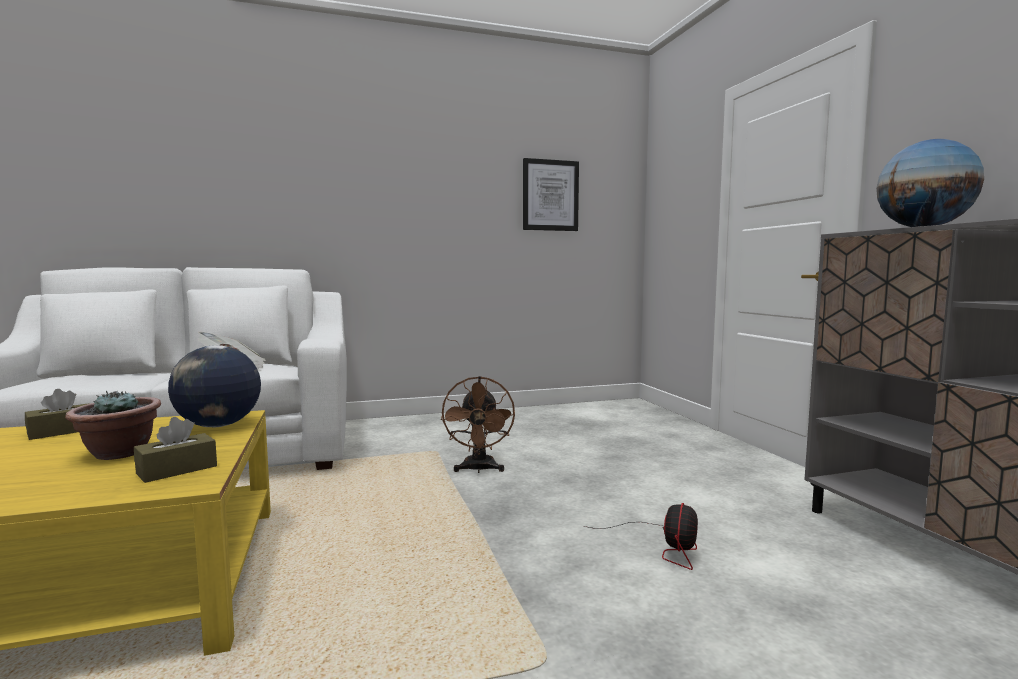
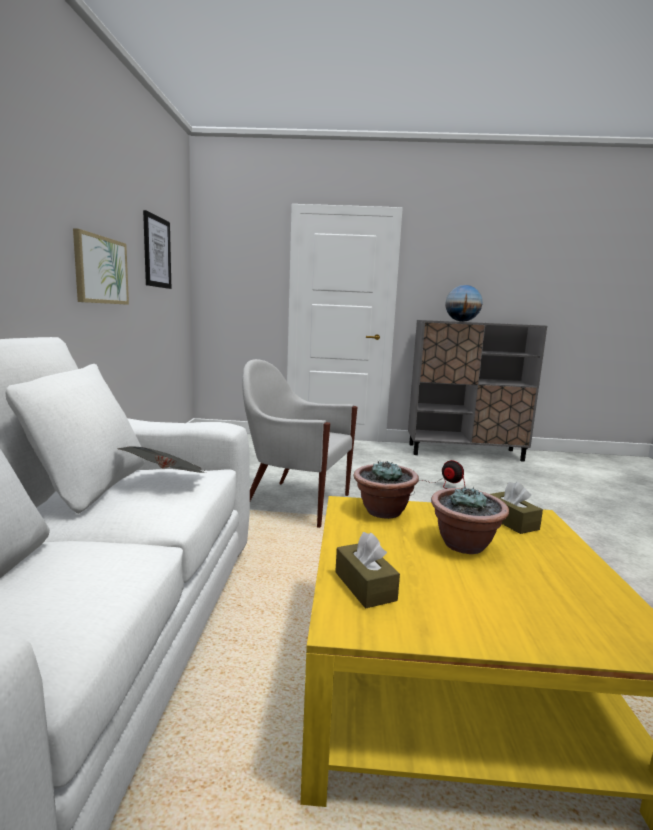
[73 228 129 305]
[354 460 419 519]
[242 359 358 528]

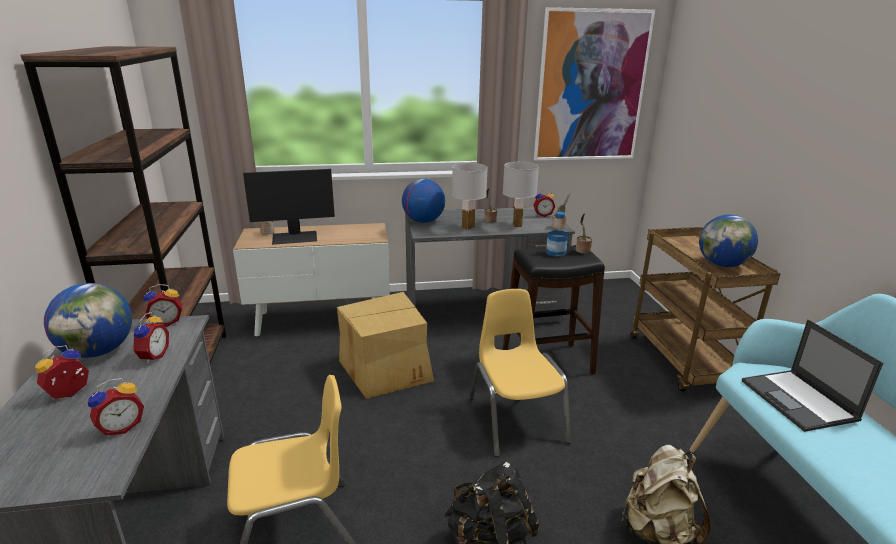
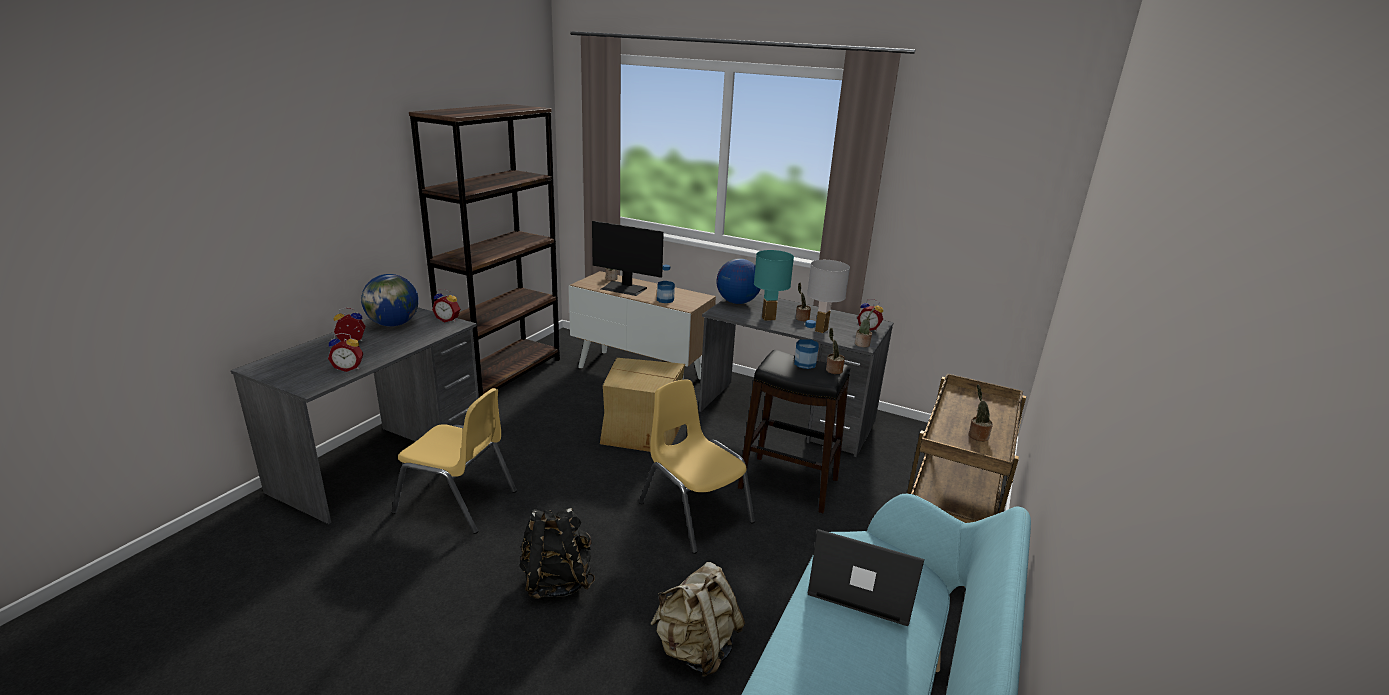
[133 312 169 364] (first image)
[534 7 655 160] (first image)
[657 265 675 303]
[969 384 993 442]
[754 250 794 321]
[639 379 755 554]
[808 529 924 626]

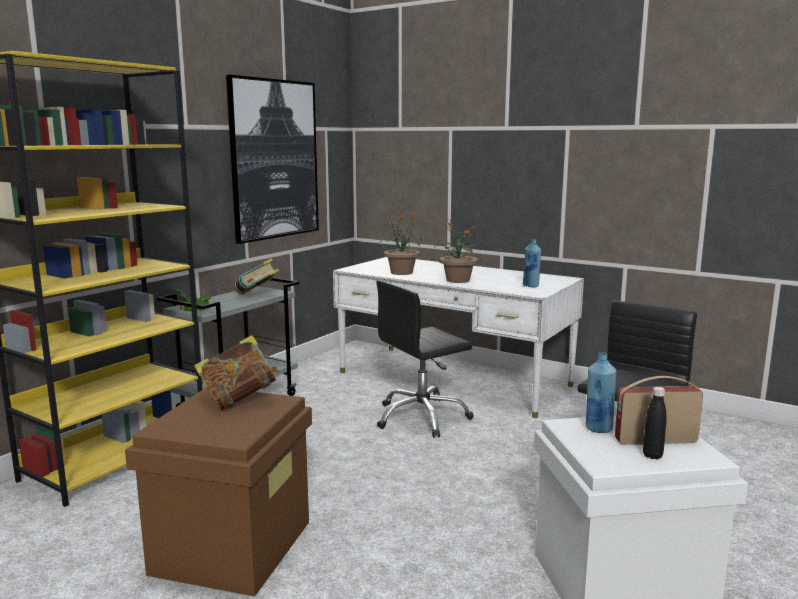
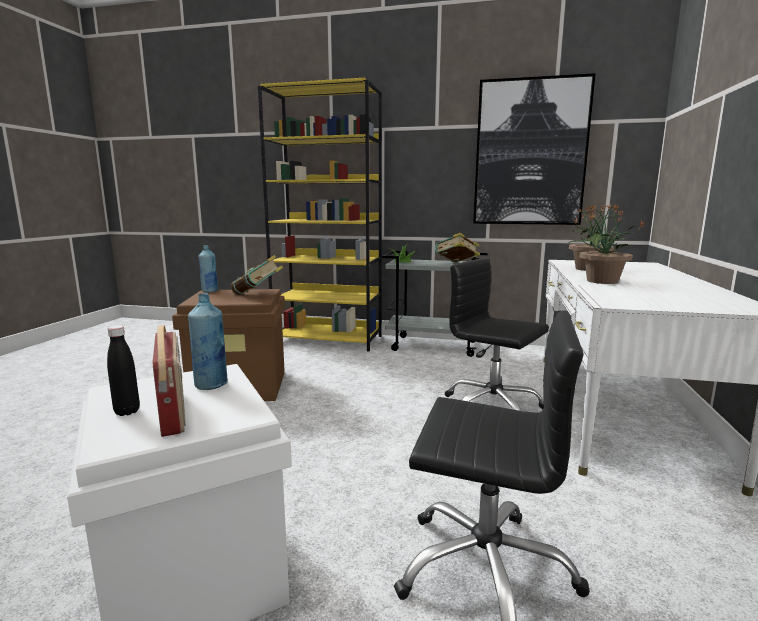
[198 245 218 293]

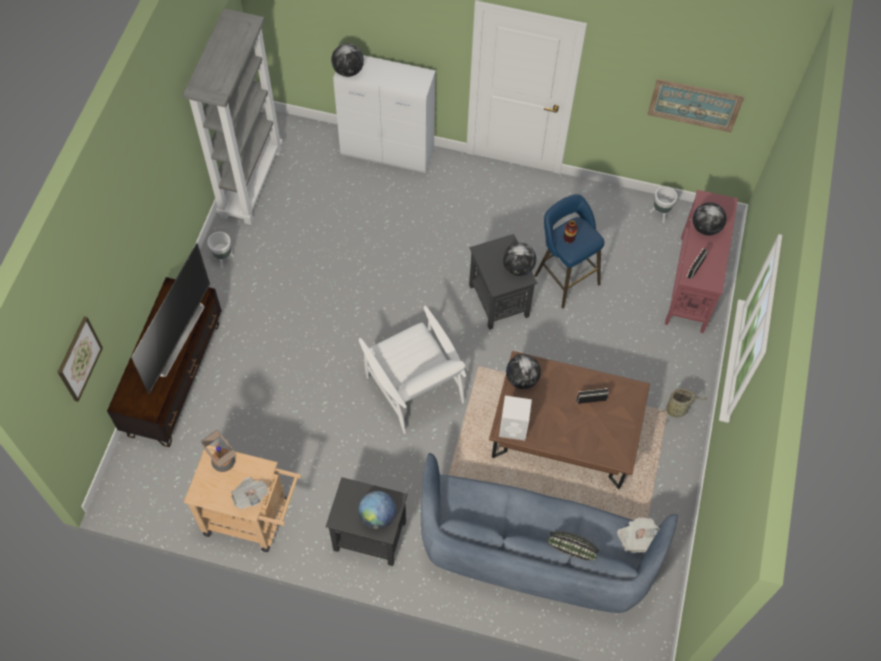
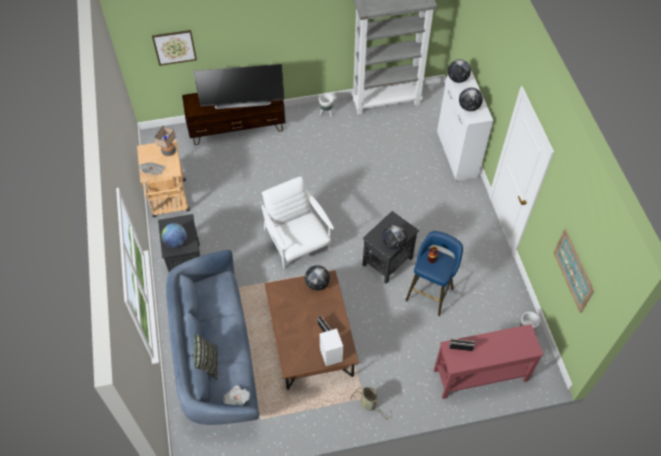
[320 329 343 366]
[459 88 483 111]
[262 176 334 269]

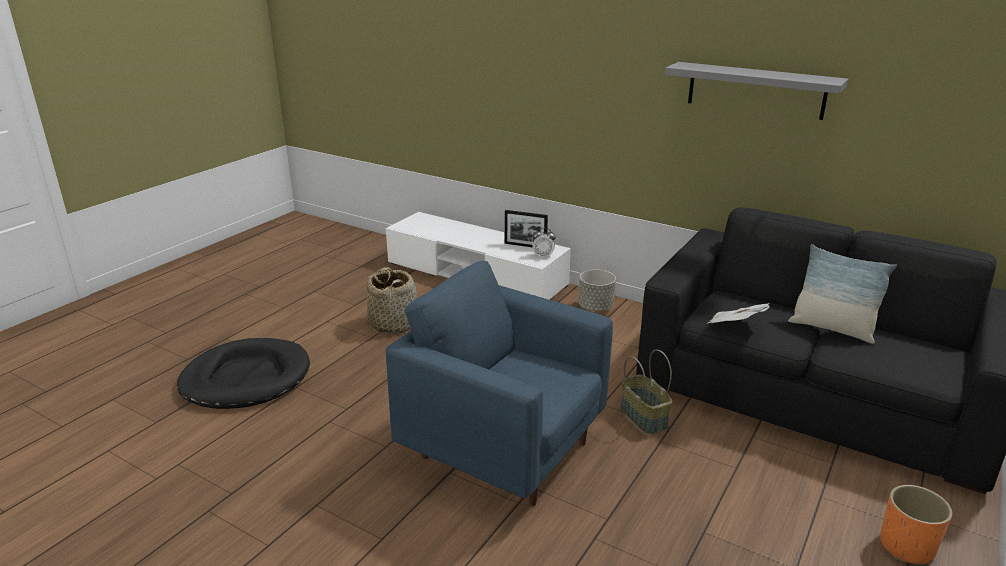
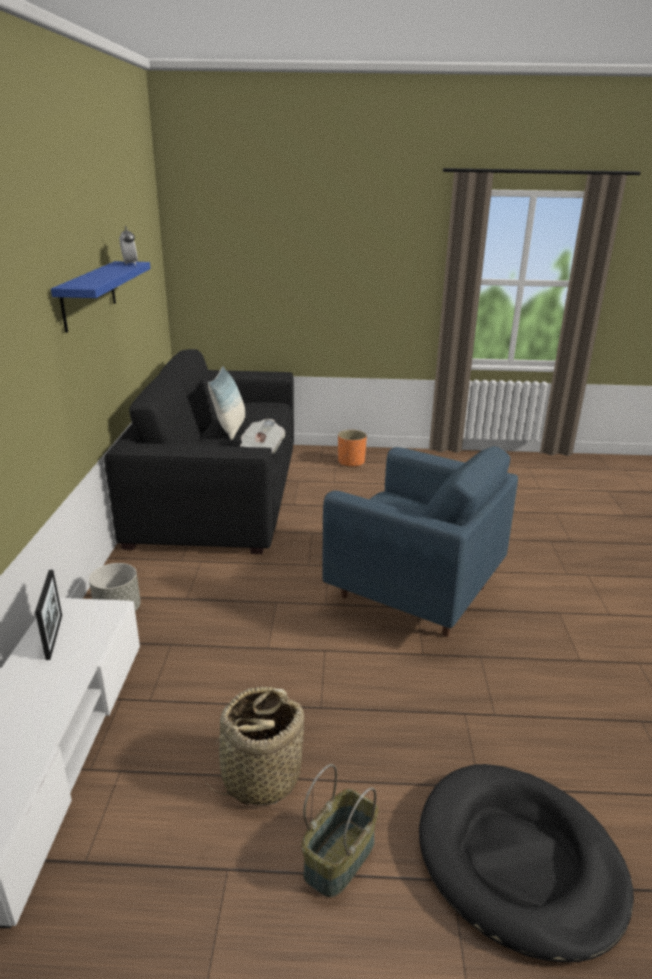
[119 226 138 266]
[301 764 378 898]
[51 261 151 333]
[323 446 518 637]

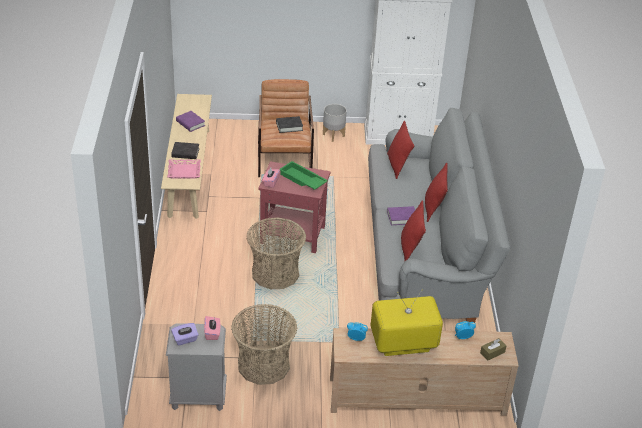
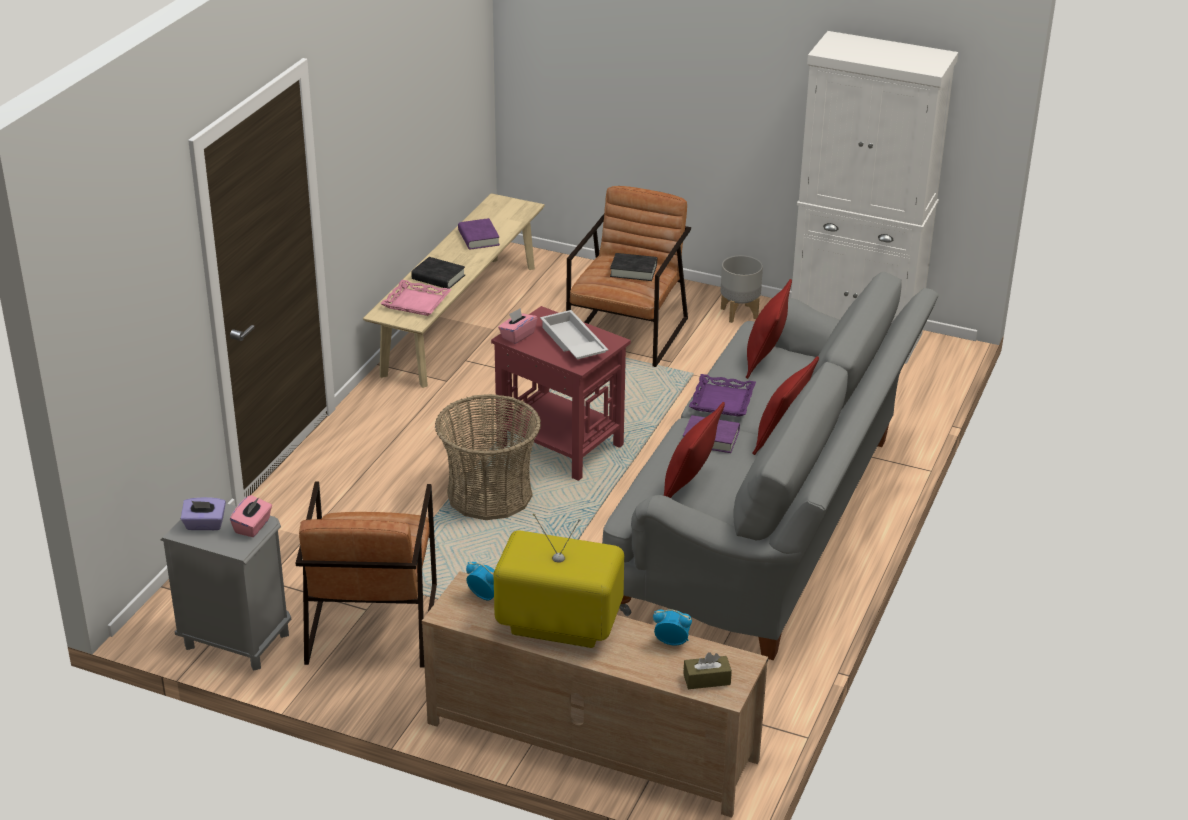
[689 374 756 417]
[296 481 437 668]
[540 310 608 359]

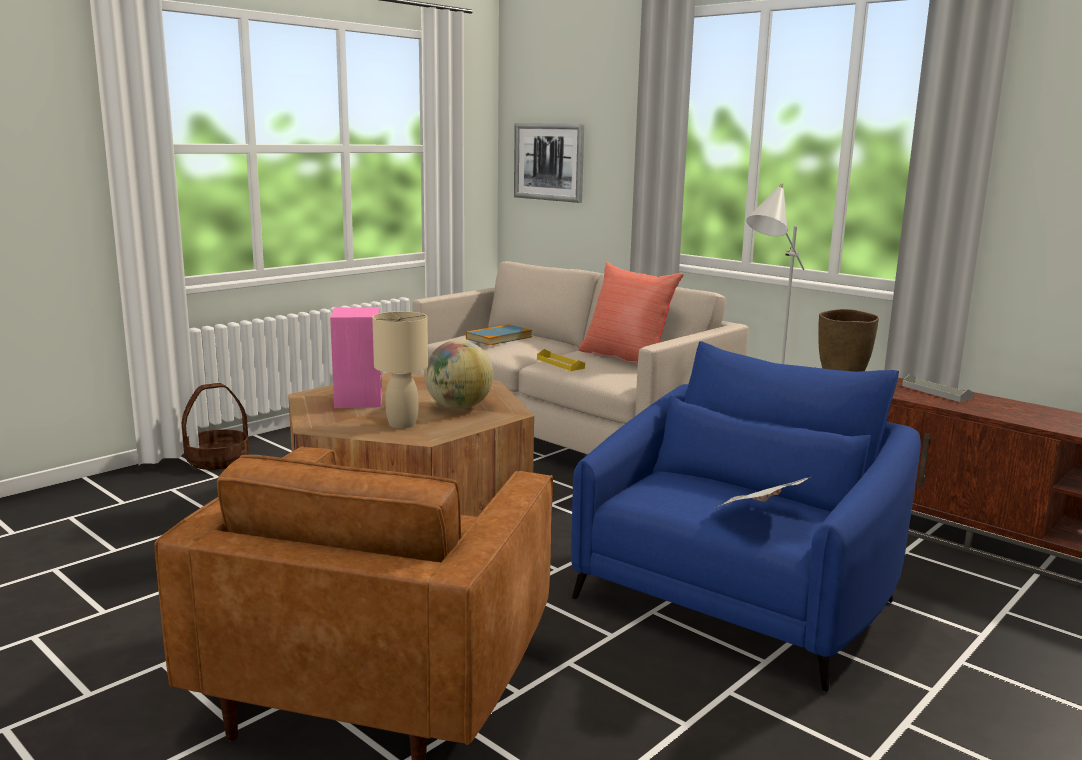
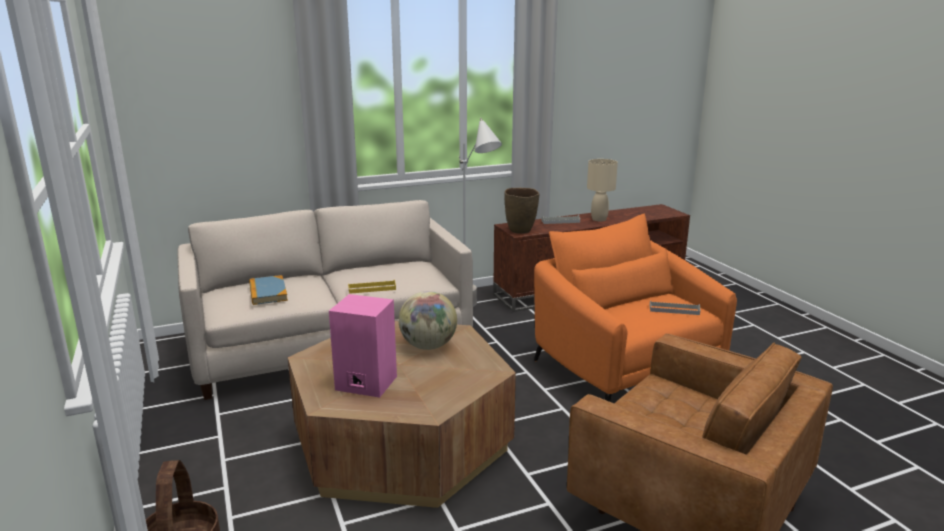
[514 123 584 203] (first image)
[579 262 684 363] (first image)
[587 159 618 221]
[649 301 700 315]
[534 213 737 402]

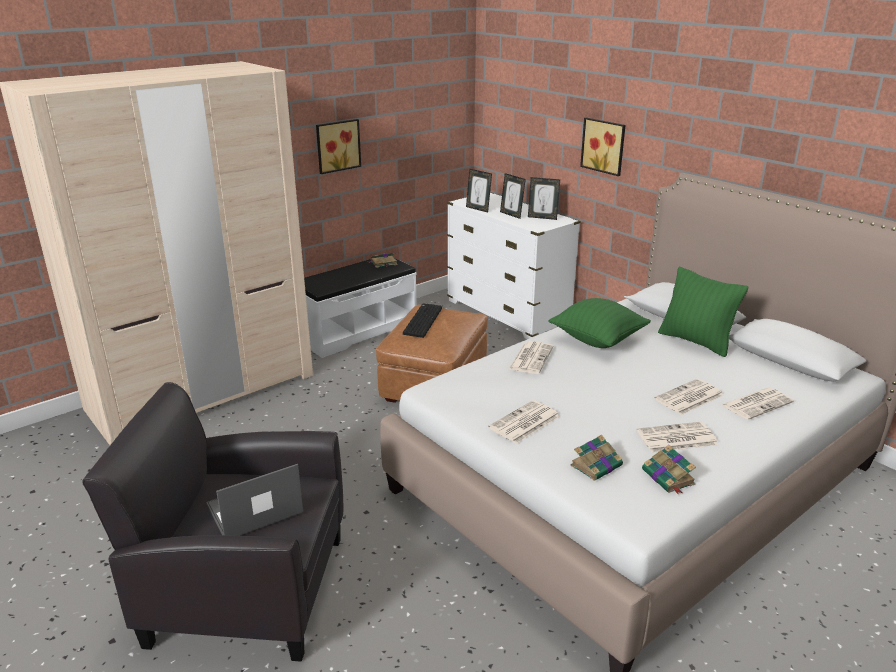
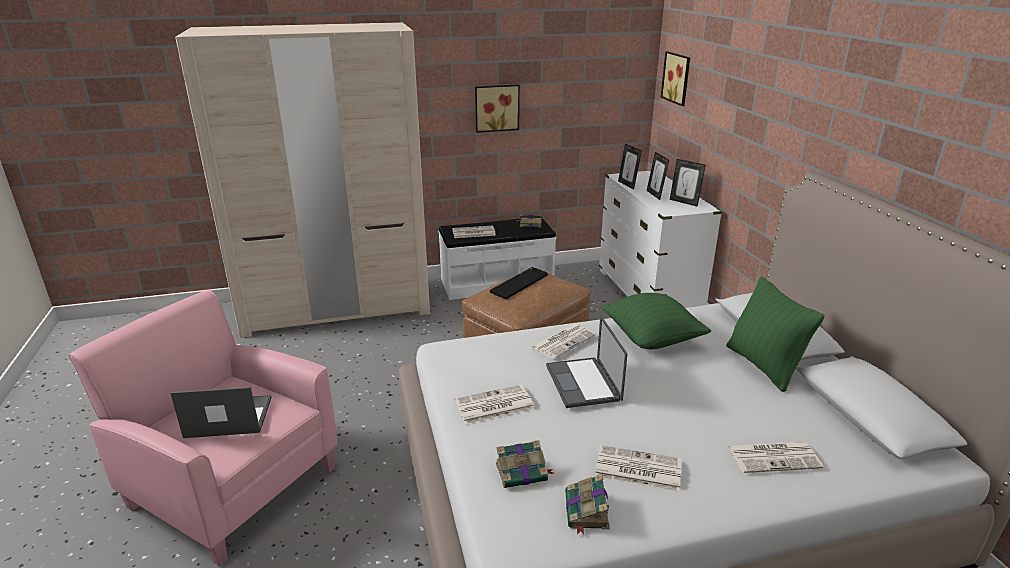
[546 316 627 408]
[661 51 690 106]
[452 226 496 238]
[69 290 337 567]

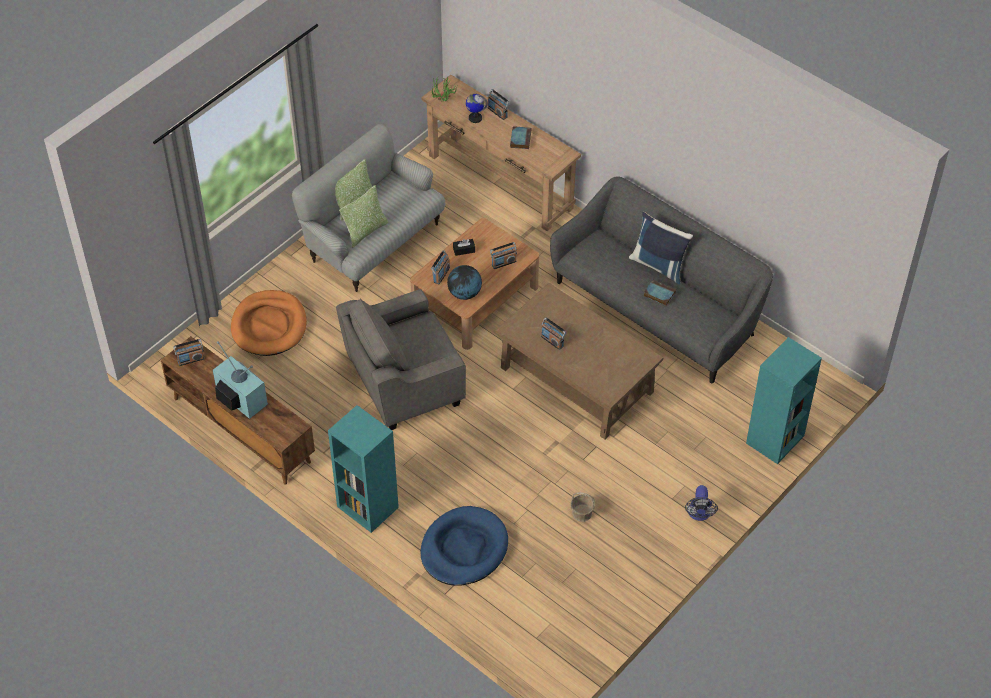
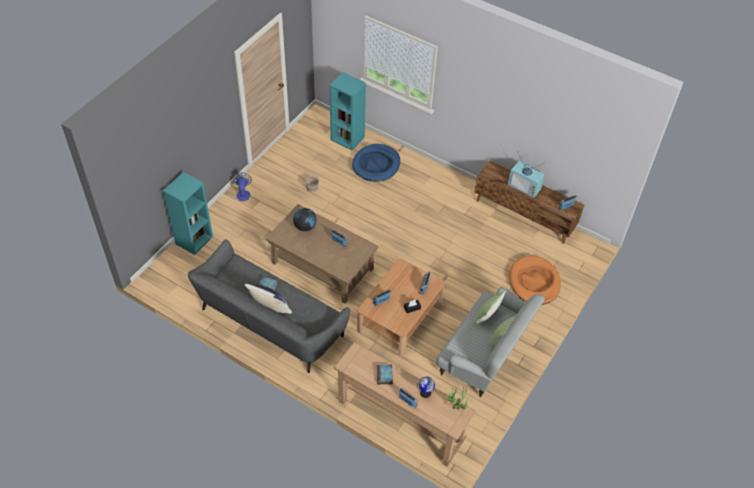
[336 289 466 430] (first image)
[330 72 366 151]
[293 208 317 231]

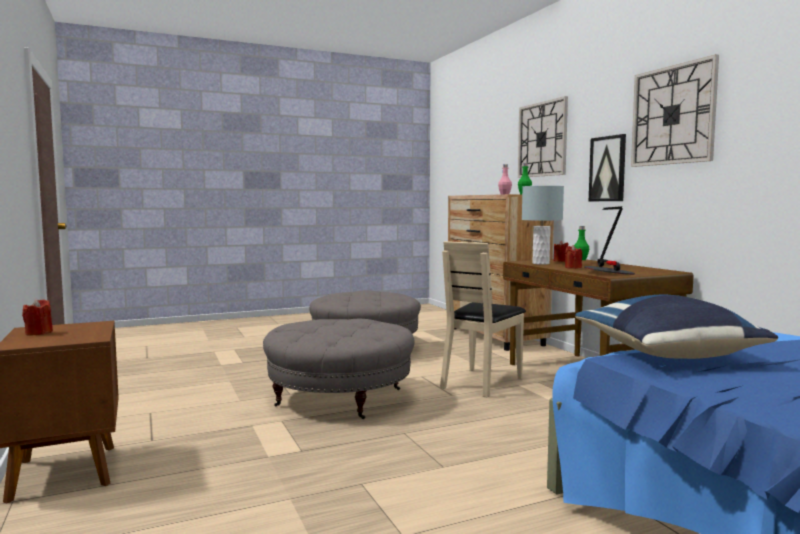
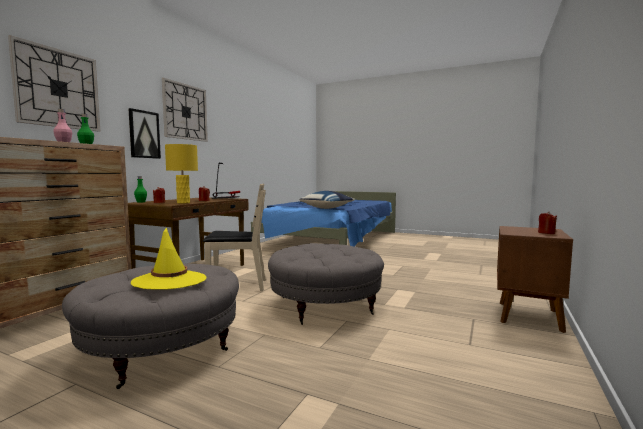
[131 228 207 290]
[165 144 198 203]

